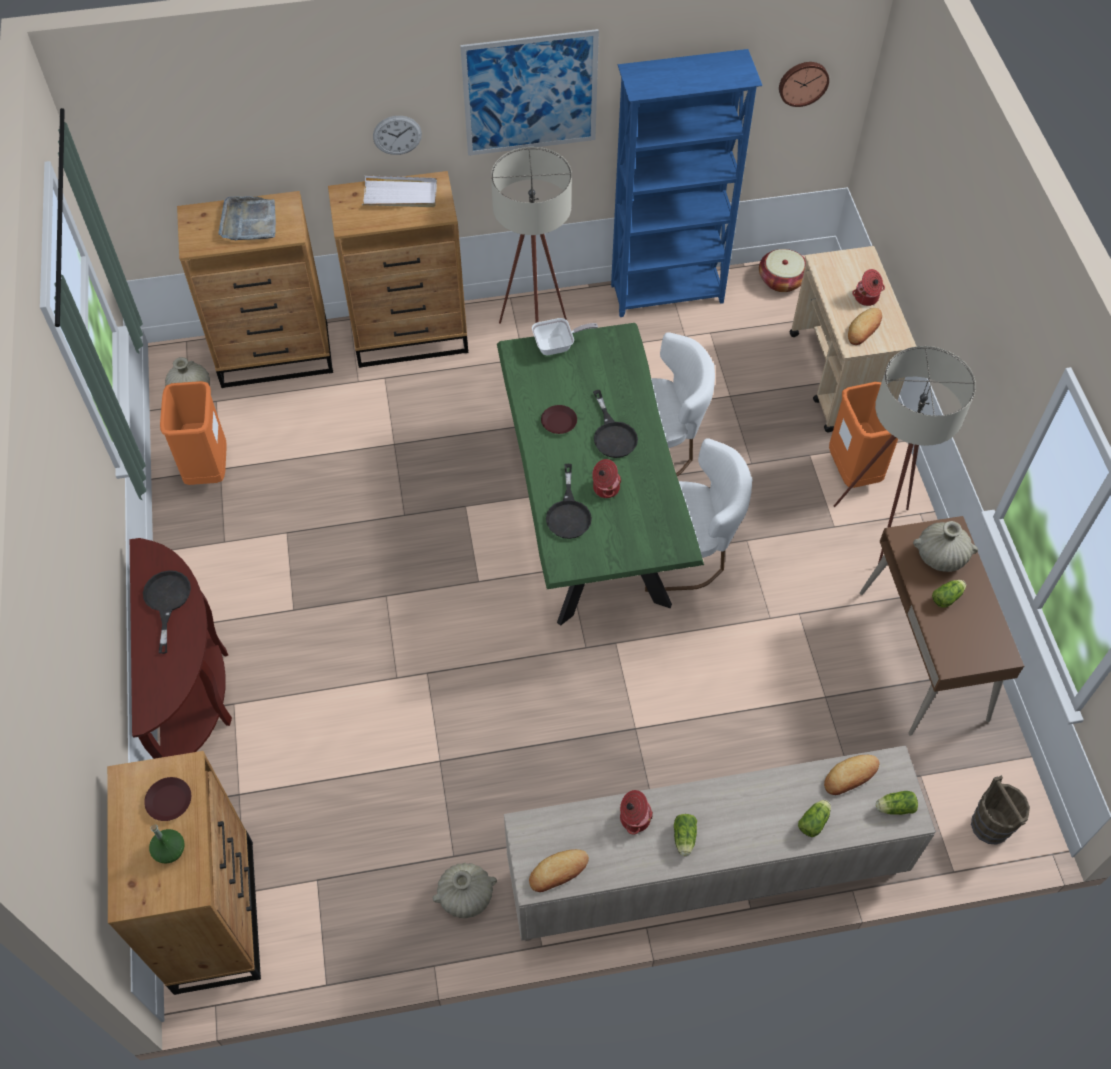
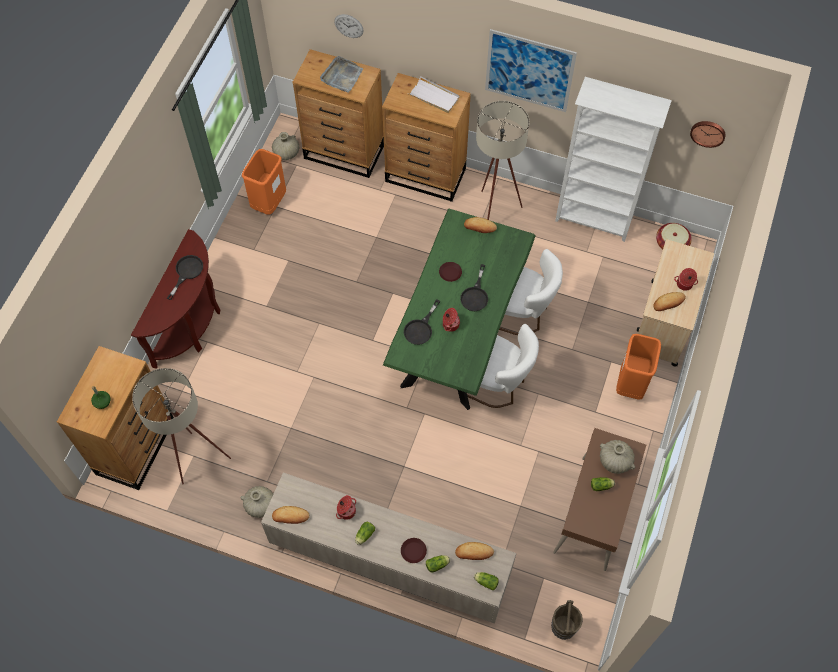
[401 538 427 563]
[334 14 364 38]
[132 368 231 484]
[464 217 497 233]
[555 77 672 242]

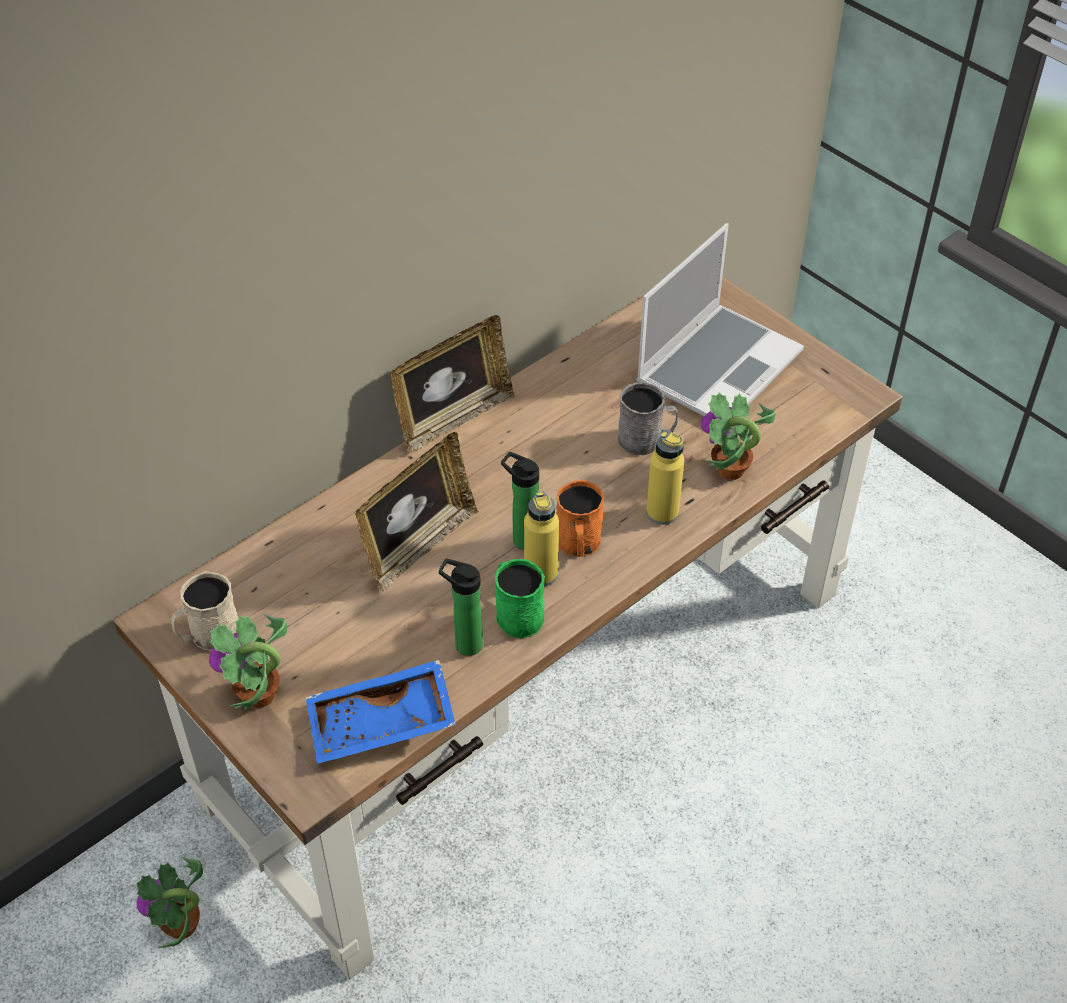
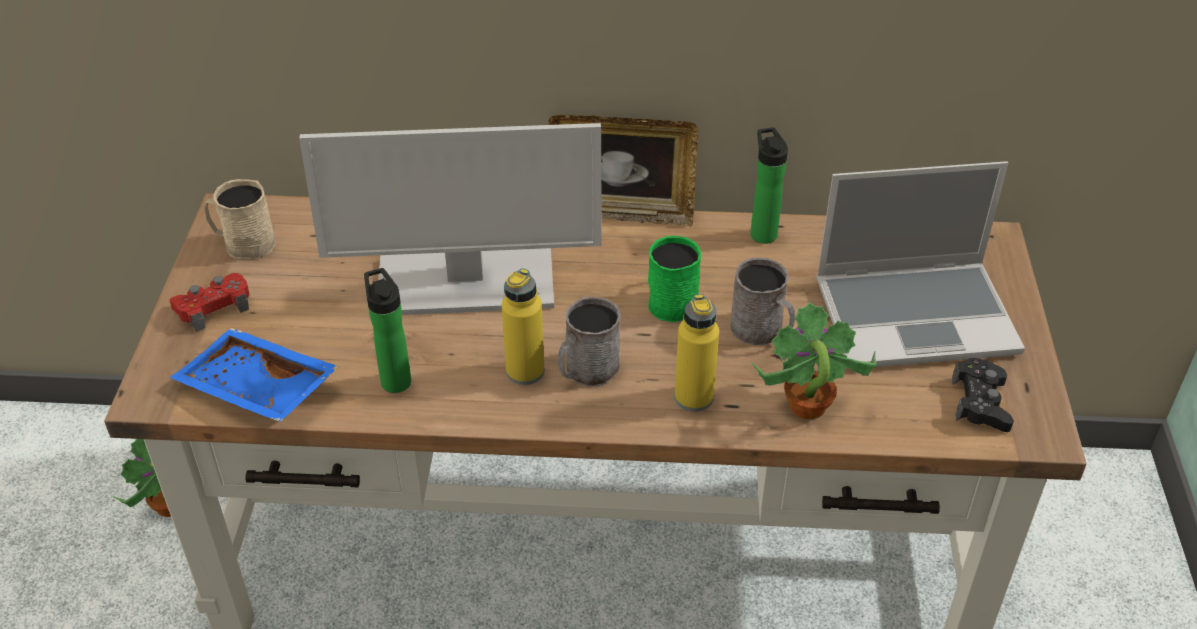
[952 358 1014 432]
[648 236 701 322]
[750 127 788 244]
[170 273 249 331]
[299 123 602 315]
[558 297 621 387]

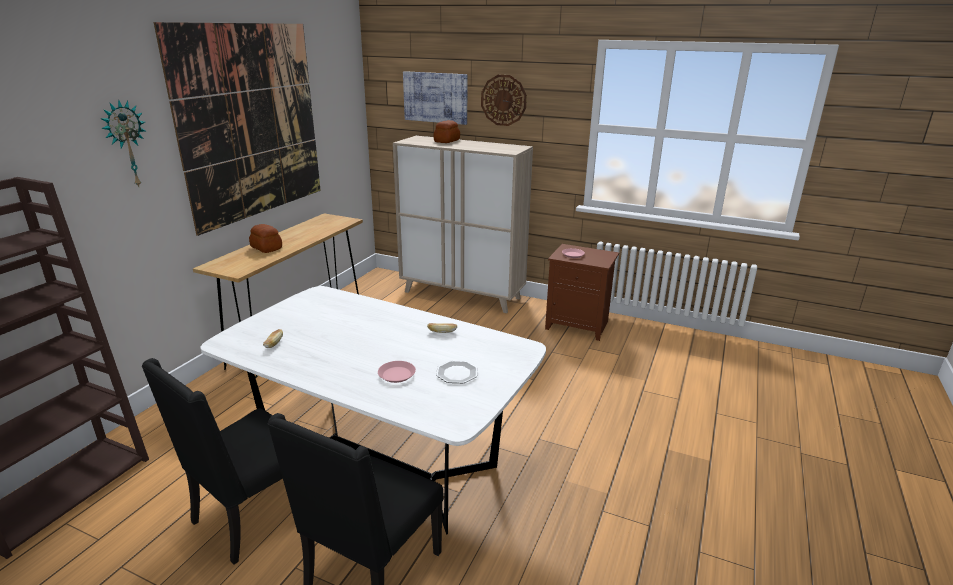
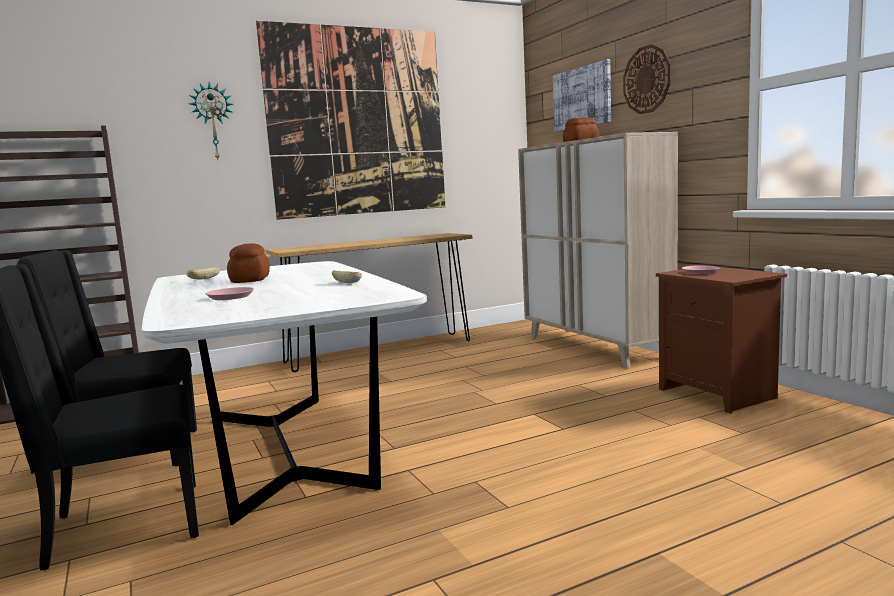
[436 360 478 383] (first image)
[227 243 270 283]

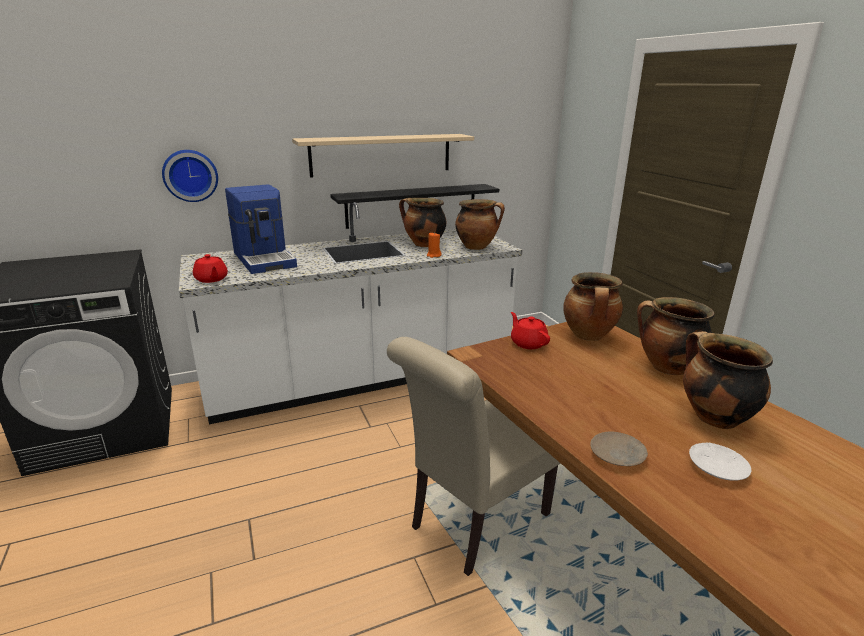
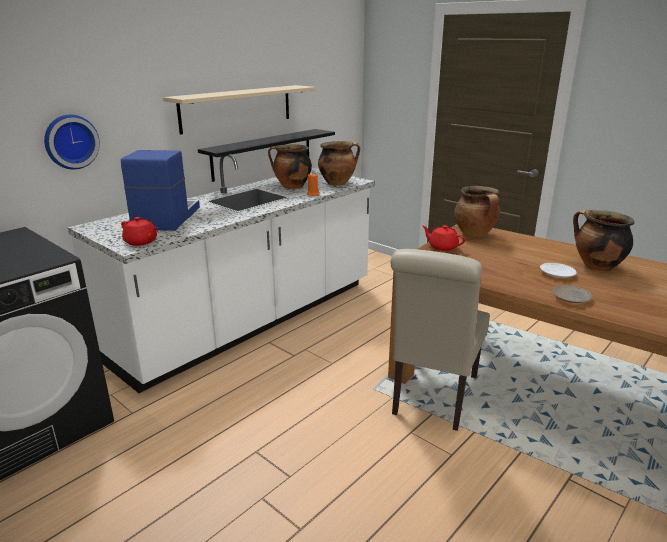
[637 297 715 375] (first image)
[540 263 577 278]
[121 150 200 231]

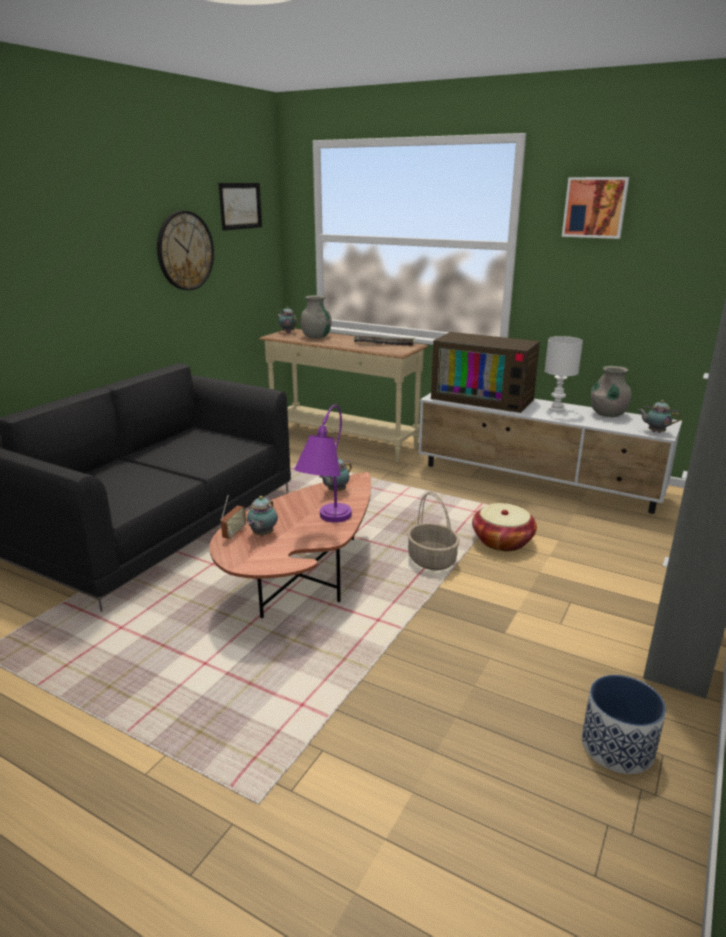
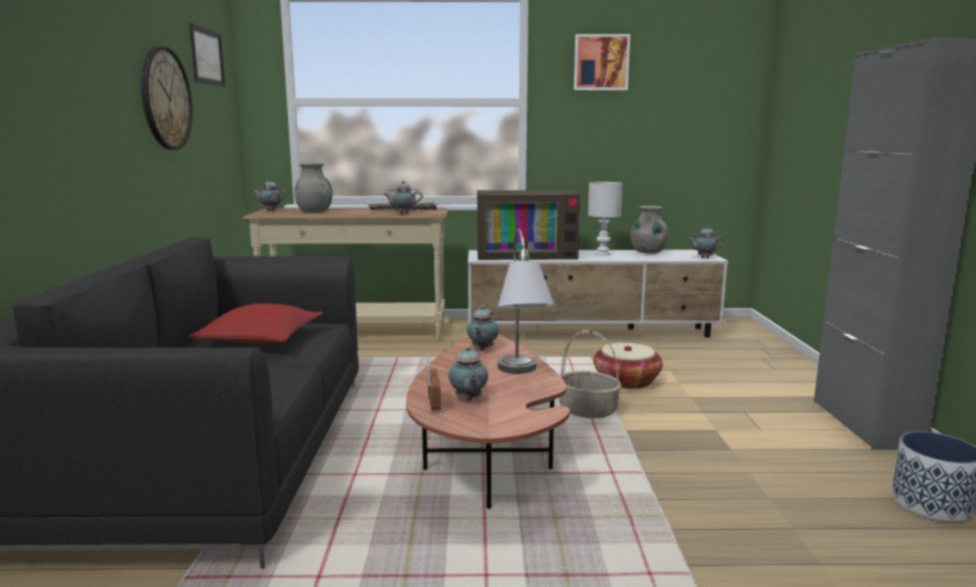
[189 303 323 344]
[383 181 422 214]
[498 228 554 374]

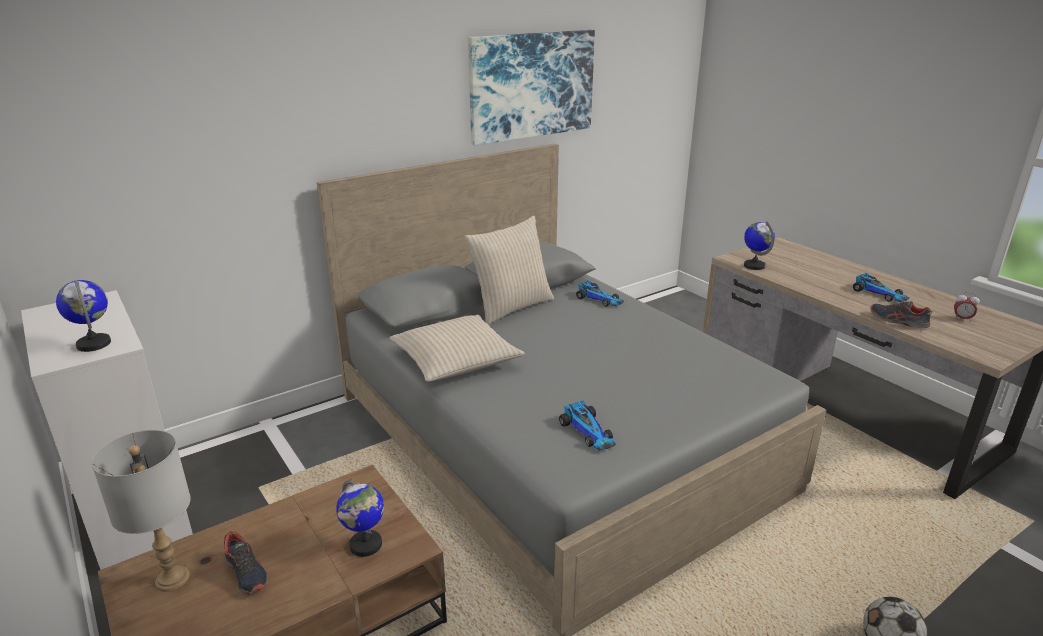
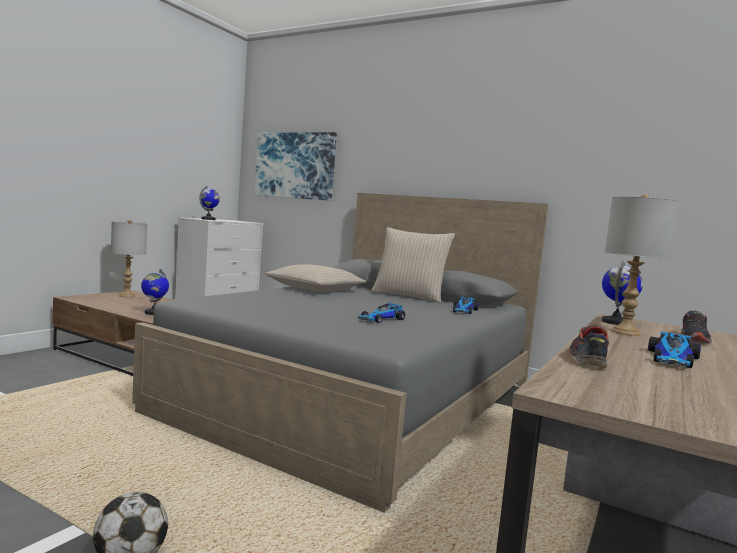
[954 292 980 322] (first image)
[605 194 679 336]
[681 310 712 343]
[255 132 337 201]
[358 303 405 323]

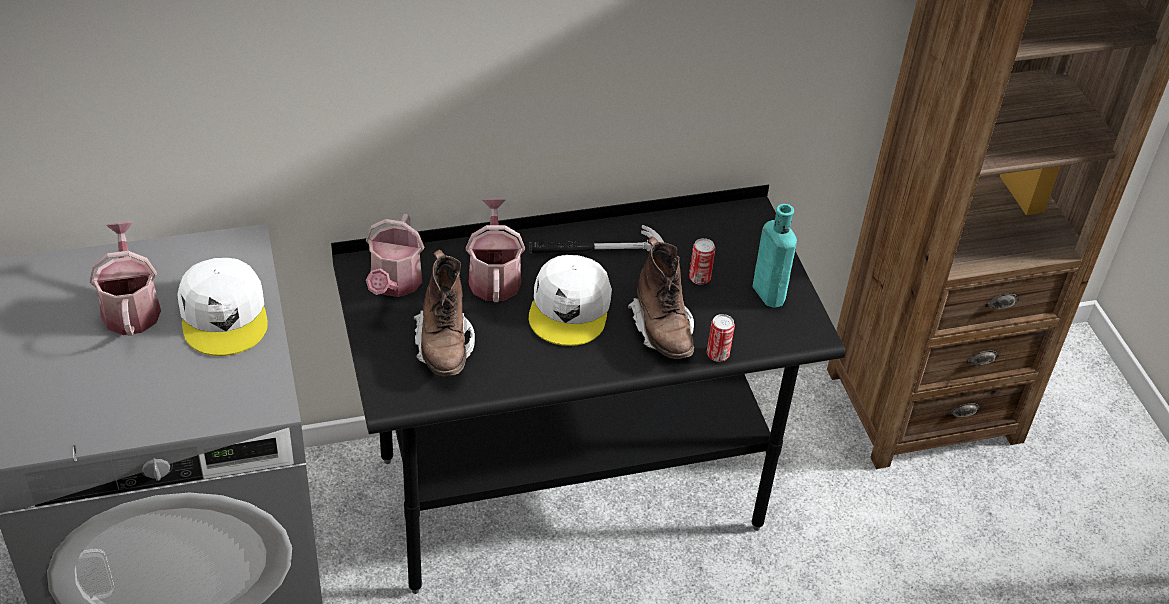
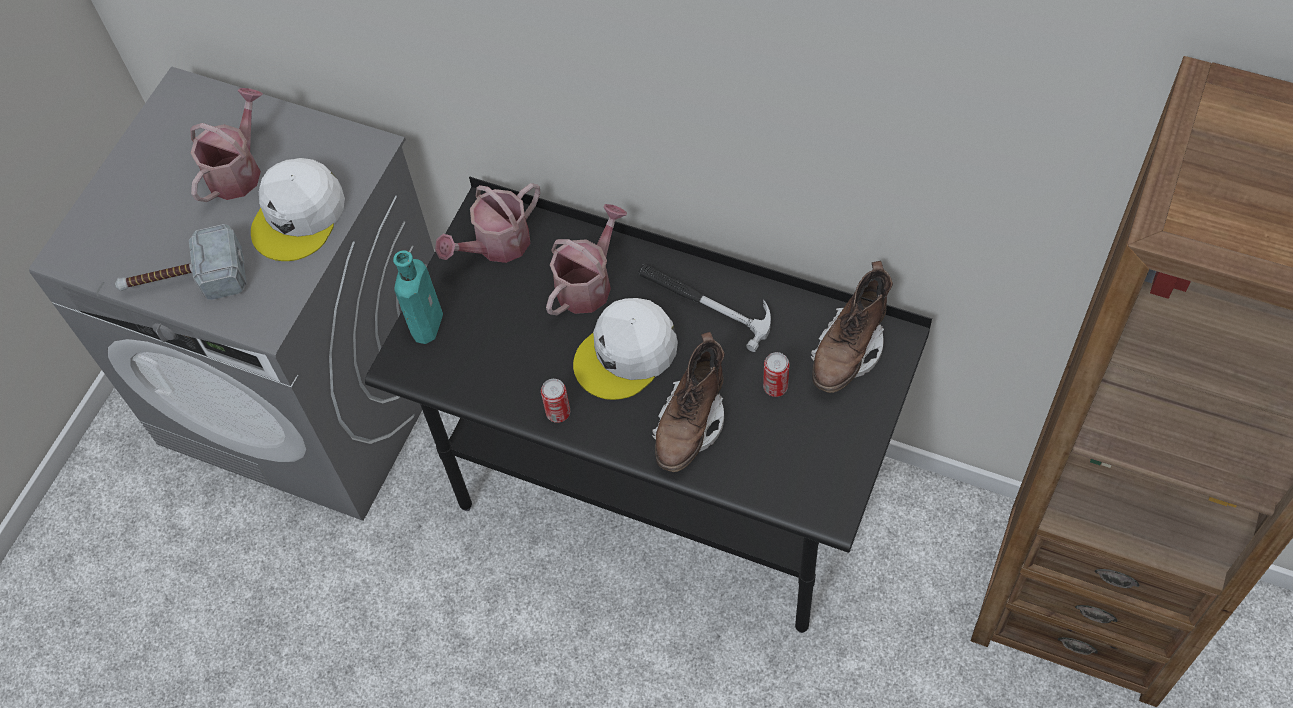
[115 224 247 300]
[811 261 893 393]
[541 379 570 423]
[393 250 443 344]

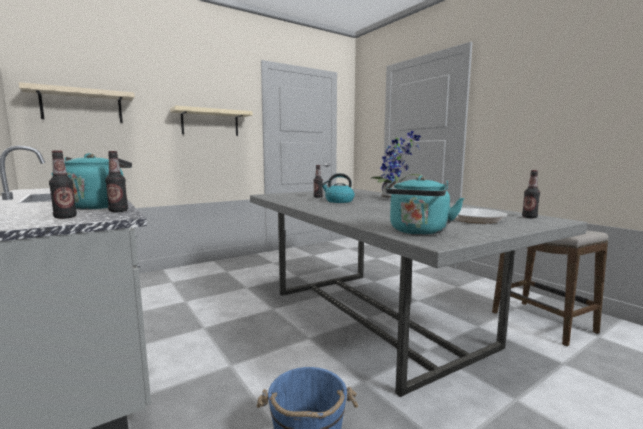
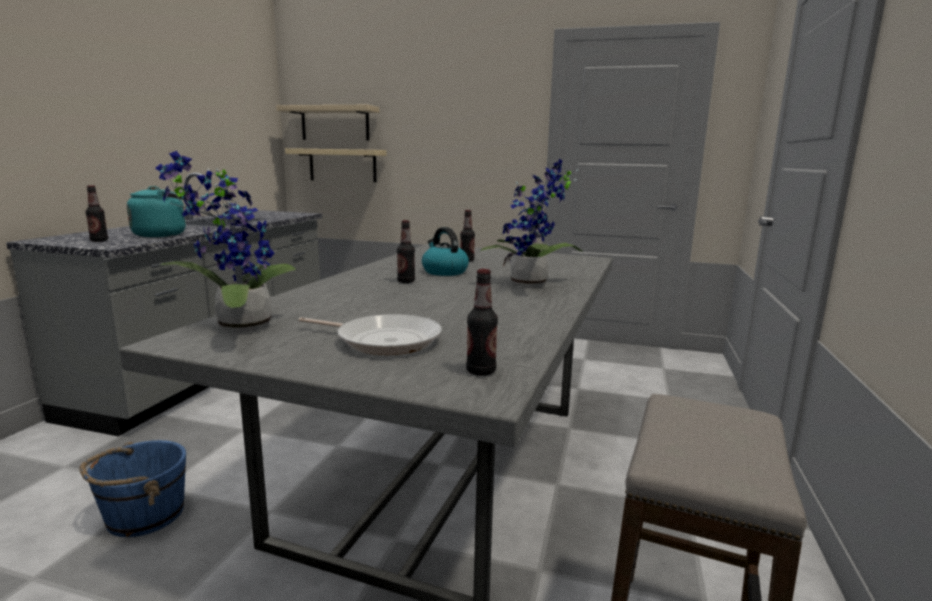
[397 220 415 283]
[285 148 387 182]
[155 151 295 333]

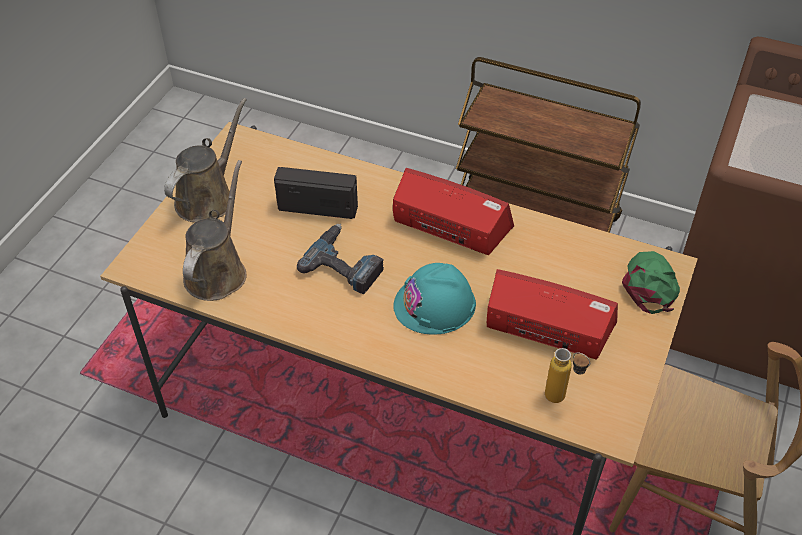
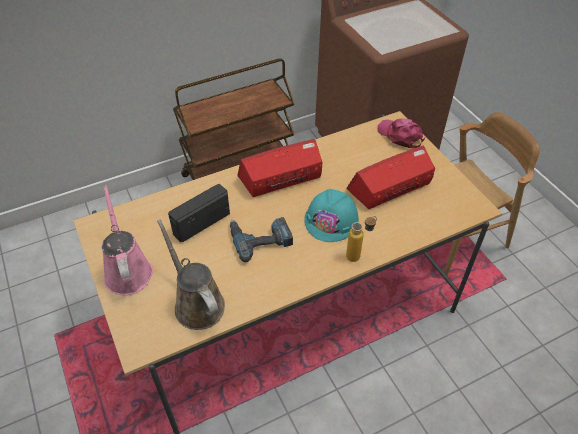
[346 216 377 262]
[102 185 153 295]
[378 119 425 149]

